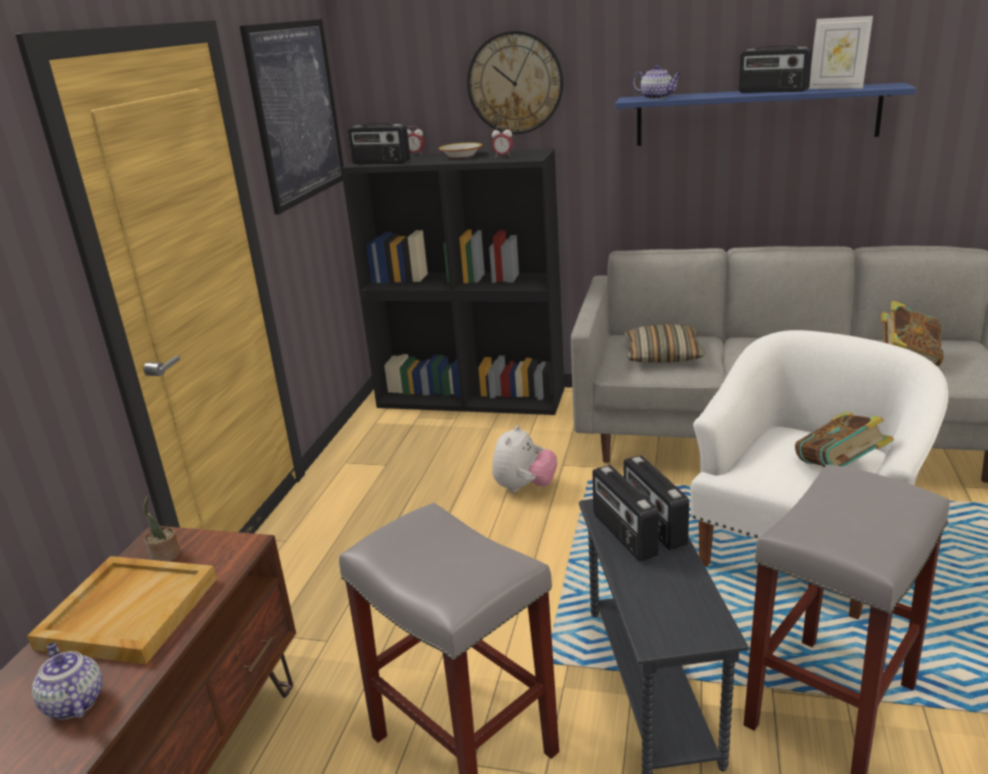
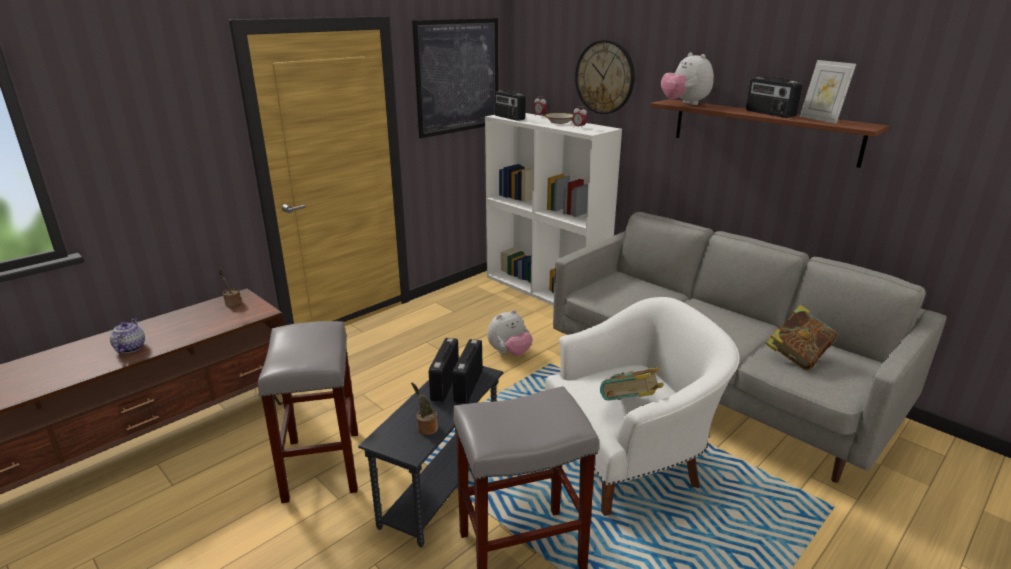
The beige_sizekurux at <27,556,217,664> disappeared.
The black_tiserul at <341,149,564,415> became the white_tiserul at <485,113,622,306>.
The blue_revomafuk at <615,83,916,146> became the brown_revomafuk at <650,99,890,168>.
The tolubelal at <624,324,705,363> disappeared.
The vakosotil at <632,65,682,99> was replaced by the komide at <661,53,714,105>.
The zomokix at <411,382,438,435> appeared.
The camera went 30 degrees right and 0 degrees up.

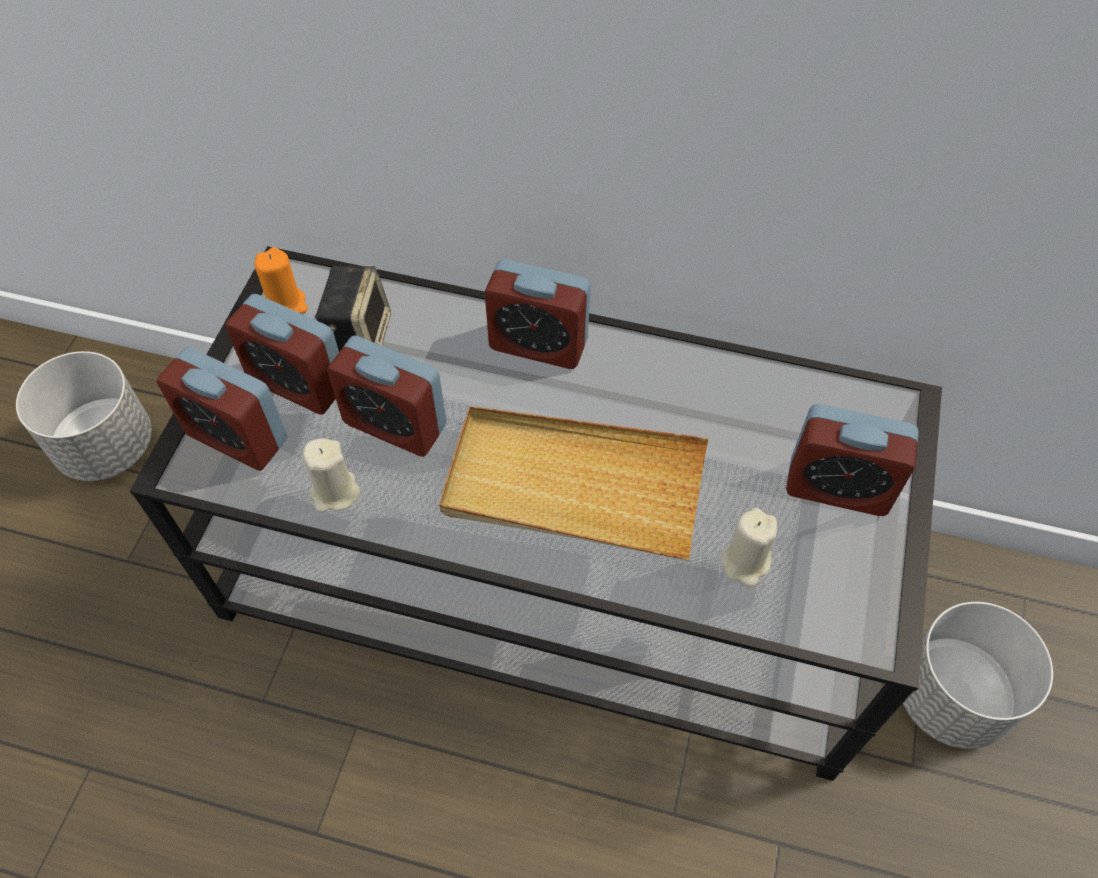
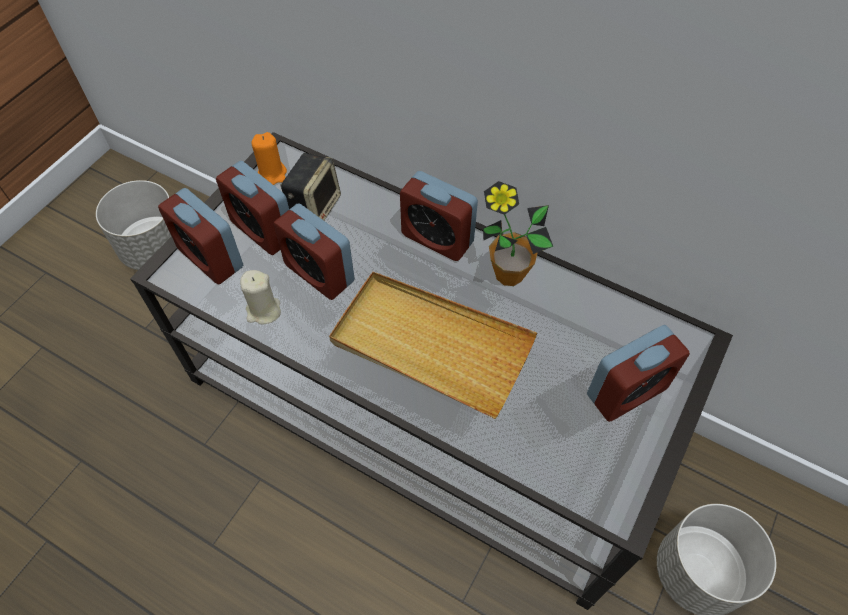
The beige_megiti at <721,508,777,587> disappeared.
The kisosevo at <786,404,919,516> turned 60 degrees counterclockwise.
The zomokix at <483,181,553,286> appeared.
The camera went 15 degrees right and 0 degrees up.

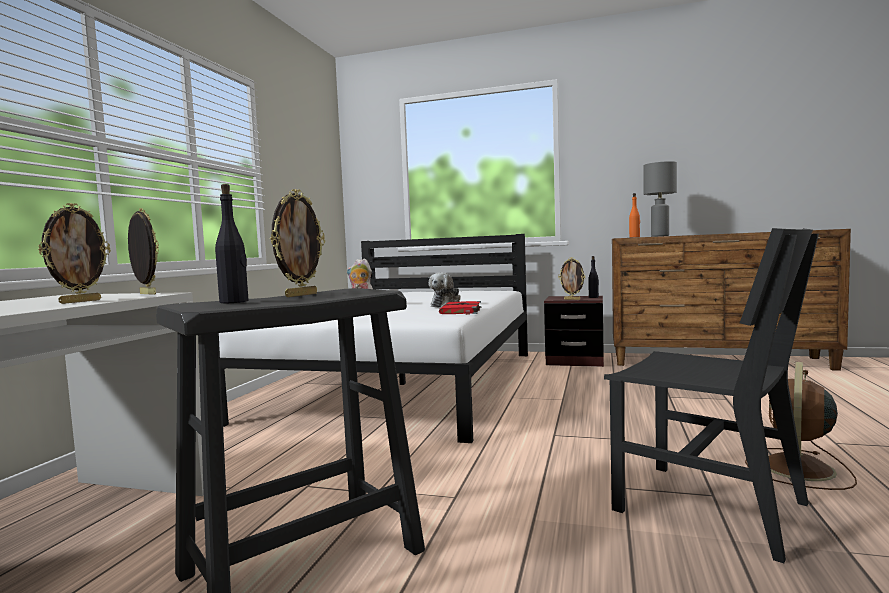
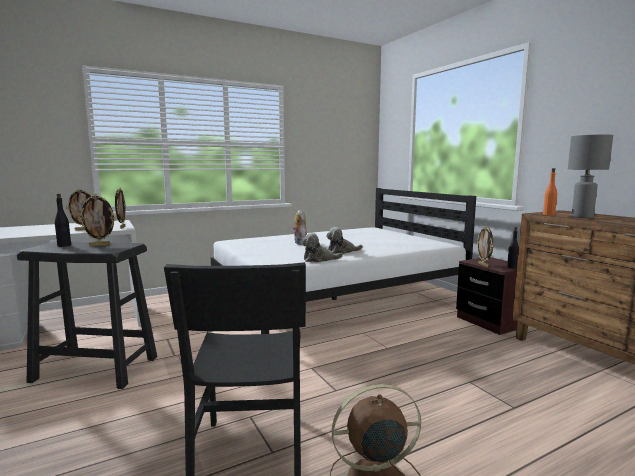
The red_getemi at <439,301,481,315> was replaced by the komide at <301,233,343,262>.
The camera went 45 degrees right and 5 degrees up.

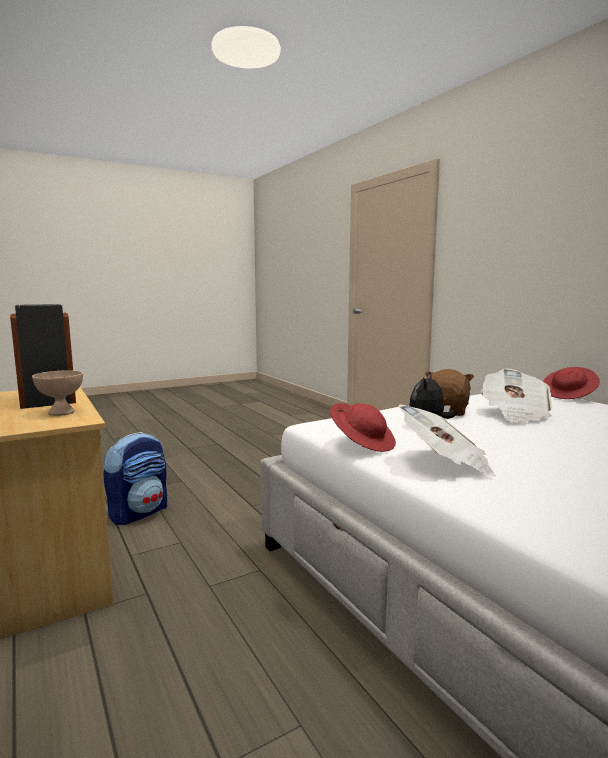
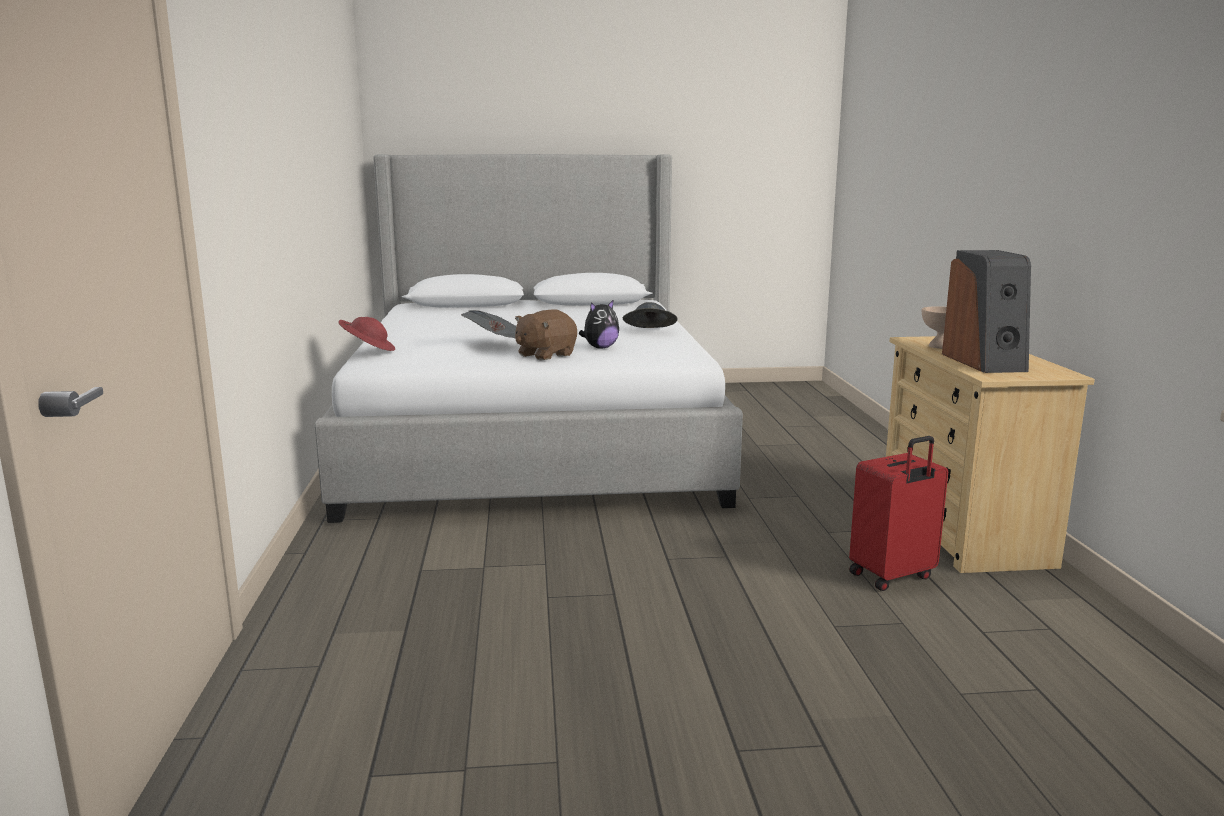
The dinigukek at <103,432,167,525> was replaced by the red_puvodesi at <849,436,948,591>.
The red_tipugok at <330,403,396,452> disappeared.
The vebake at <399,404,495,476> was replaced by the grey_tipugok at <622,302,677,328>.
The camera went 155 degrees left and 5 degrees up.

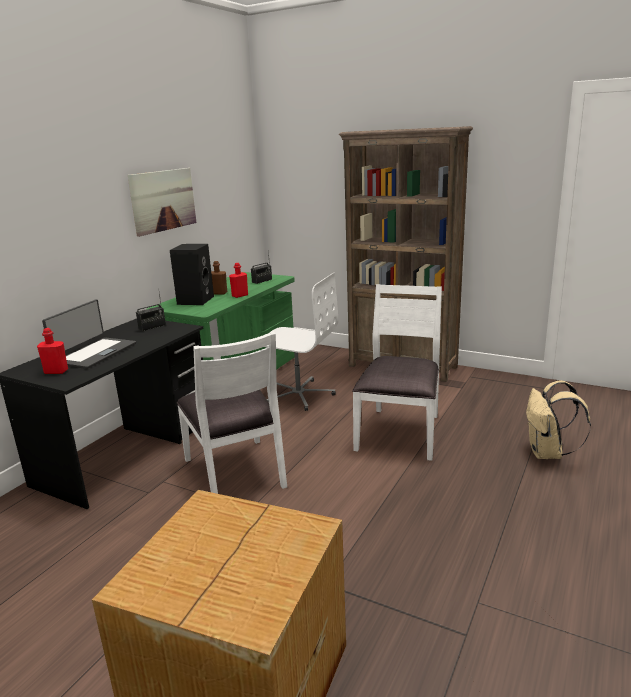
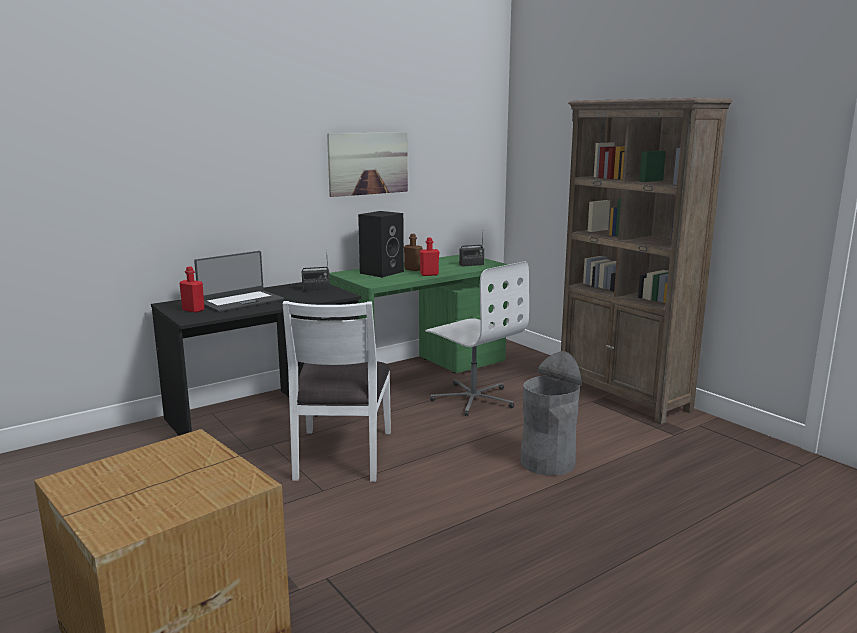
The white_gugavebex at <352,284,442,461> was replaced by the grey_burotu at <520,351,582,476>.
The beige_dinigukek at <526,380,591,459> disappeared.
The camera went 25 degrees right and 5 degrees down.

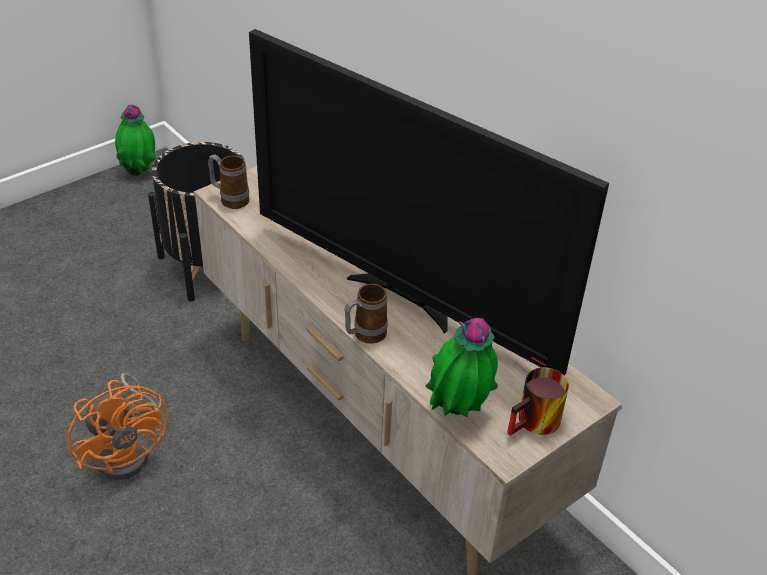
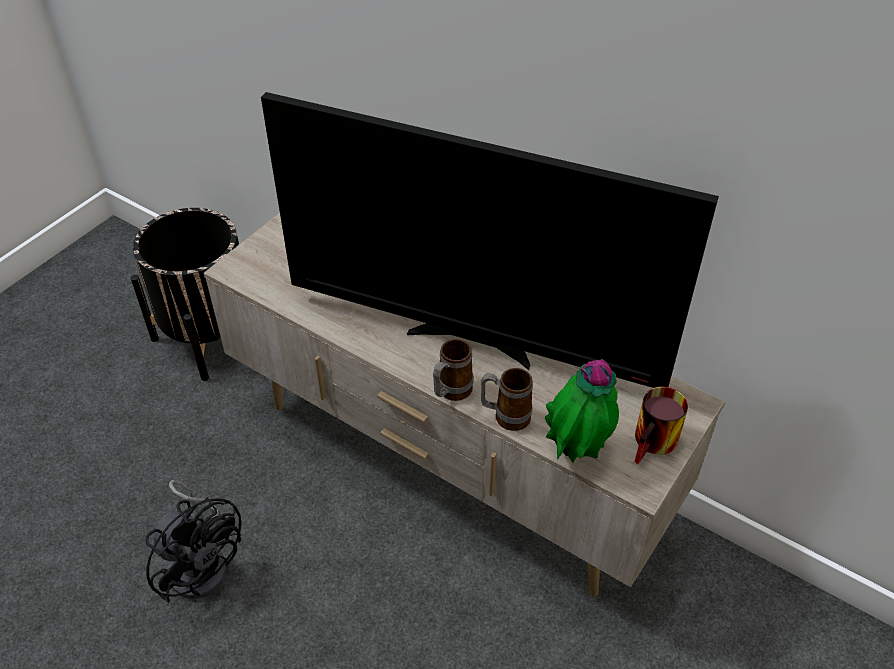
The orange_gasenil at <67,373,167,480> became the black_gasenil at <145,480,242,603>.
The zomokix at <115,105,156,176> disappeared.
The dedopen moved from <208,155,249,209> to <481,368,533,431>.
The camera went 15 degrees left and 5 degrees up.

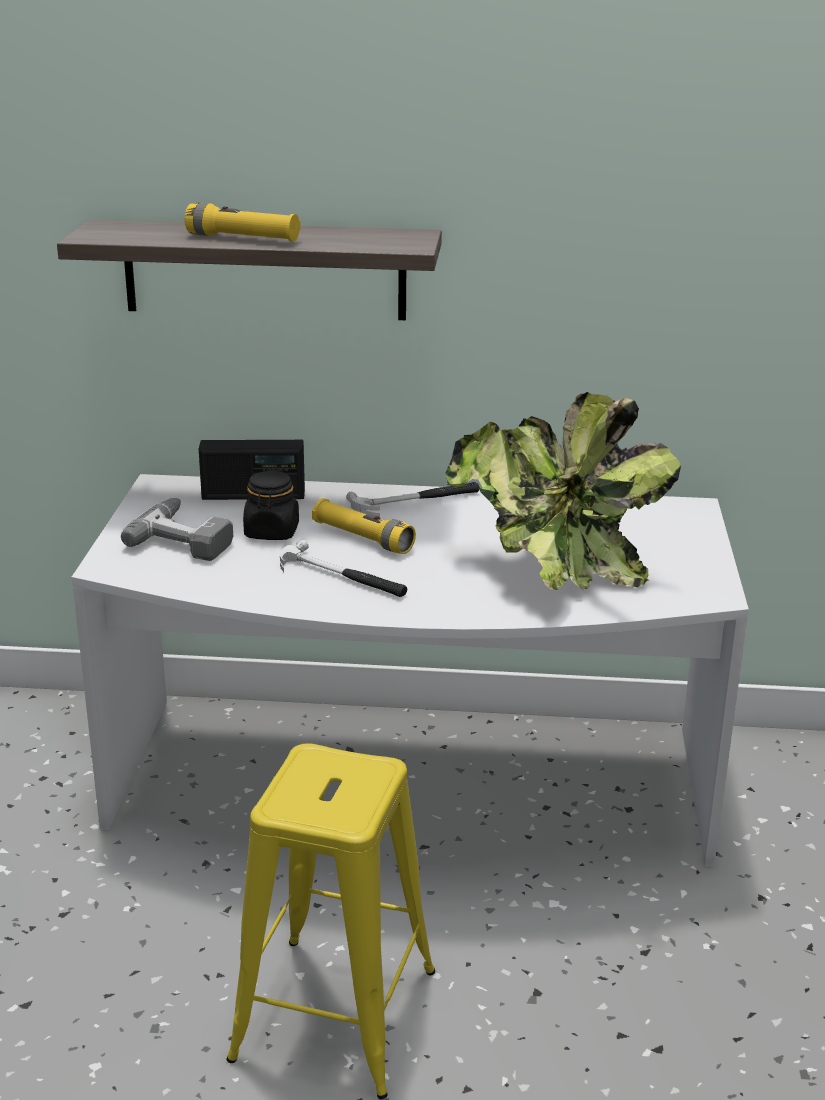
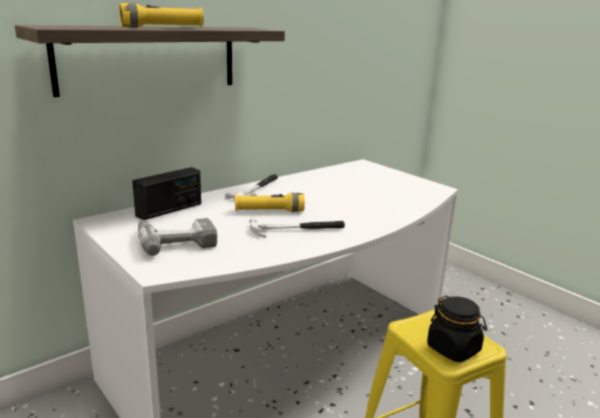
The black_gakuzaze moved from <243,470,299,540> to <427,296,487,362>.
The zomokix at <445,392,681,590> disappeared.
The camera went 45 degrees left and 5 degrees down.

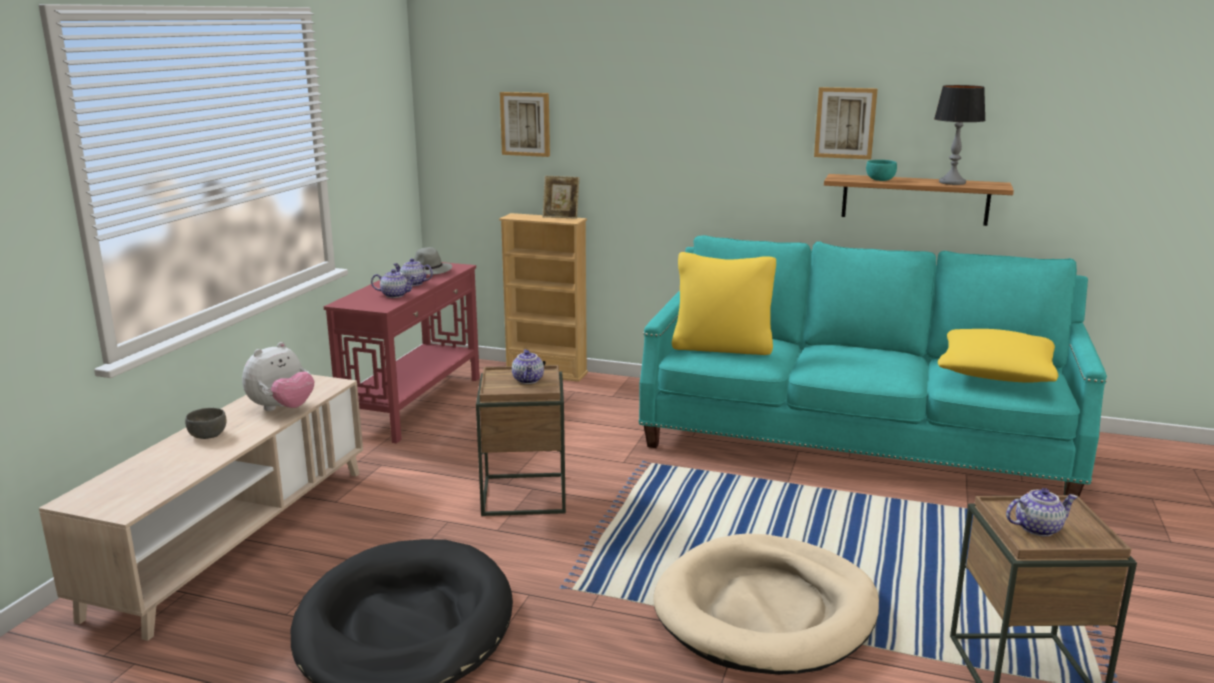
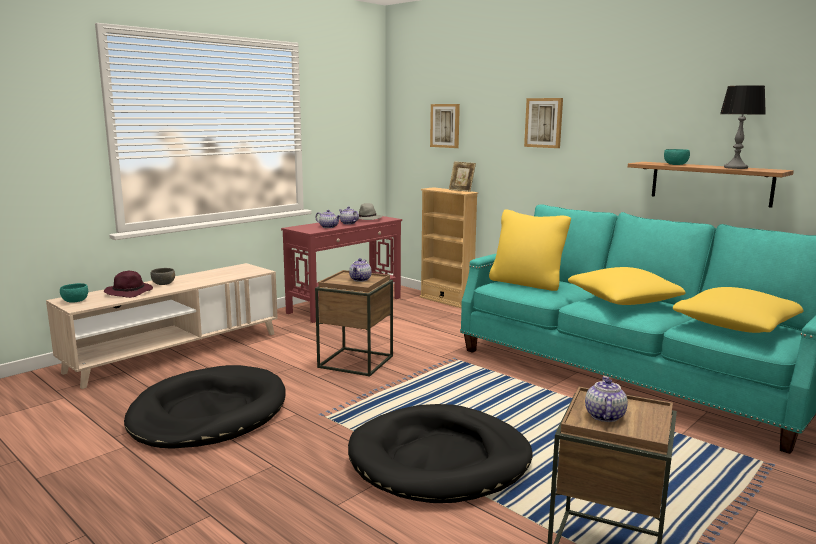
The komide at <242,342,314,411> disappeared.
The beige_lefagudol at <653,533,879,675> became the black_lefagudol at <348,404,533,503>.
The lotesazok moved from <814,87,878,159> to <524,98,563,148>.
The vakosotil at <1006,488,1078,536> turned 90 degrees counterclockwise.
The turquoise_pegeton at <60,283,88,303> appeared.
The purple_tipugok at <104,271,153,298> appeared.
The yellow_tolubelal at <568,267,685,305> appeared.
The camera went 25 degrees right and 5 degrees down.

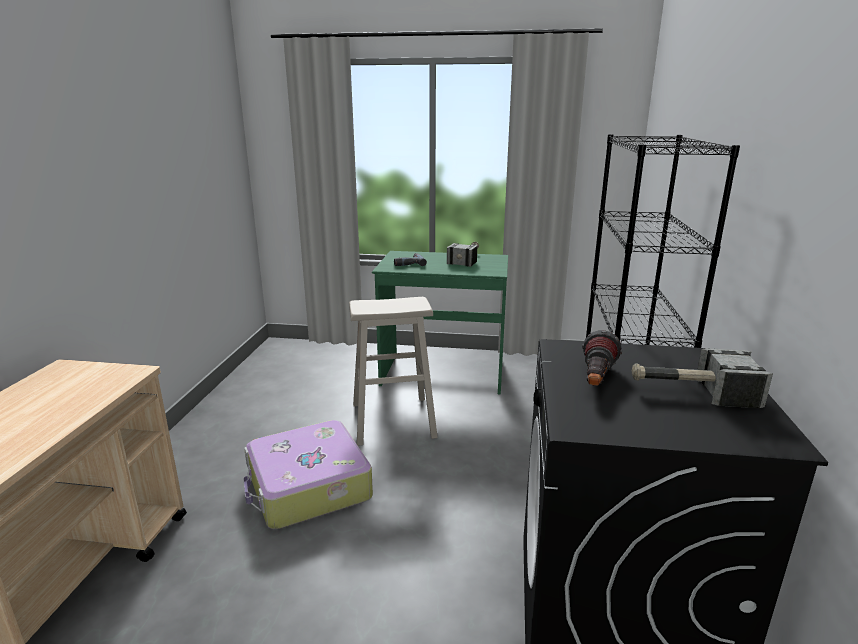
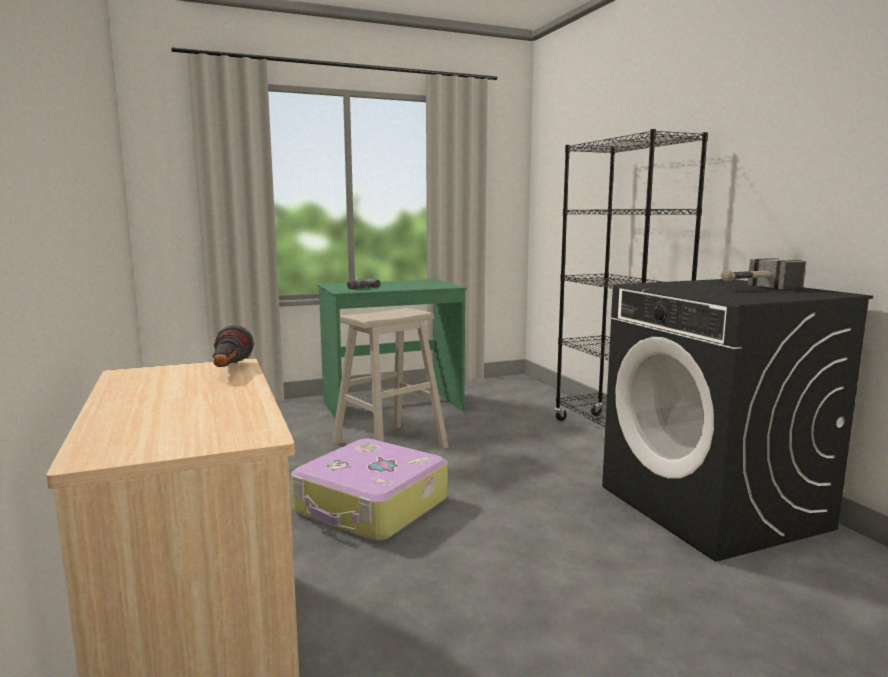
The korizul at <447,242,479,267> disappeared.
The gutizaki moved from <582,330,622,386> to <213,325,254,367>.
The camera went 30 degrees left and 10 degrees down.

